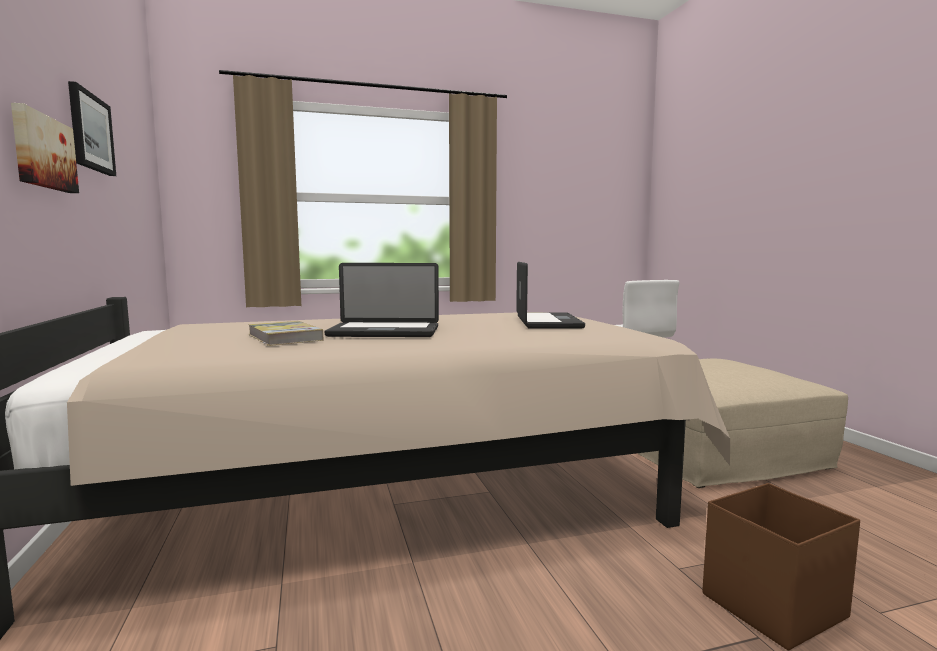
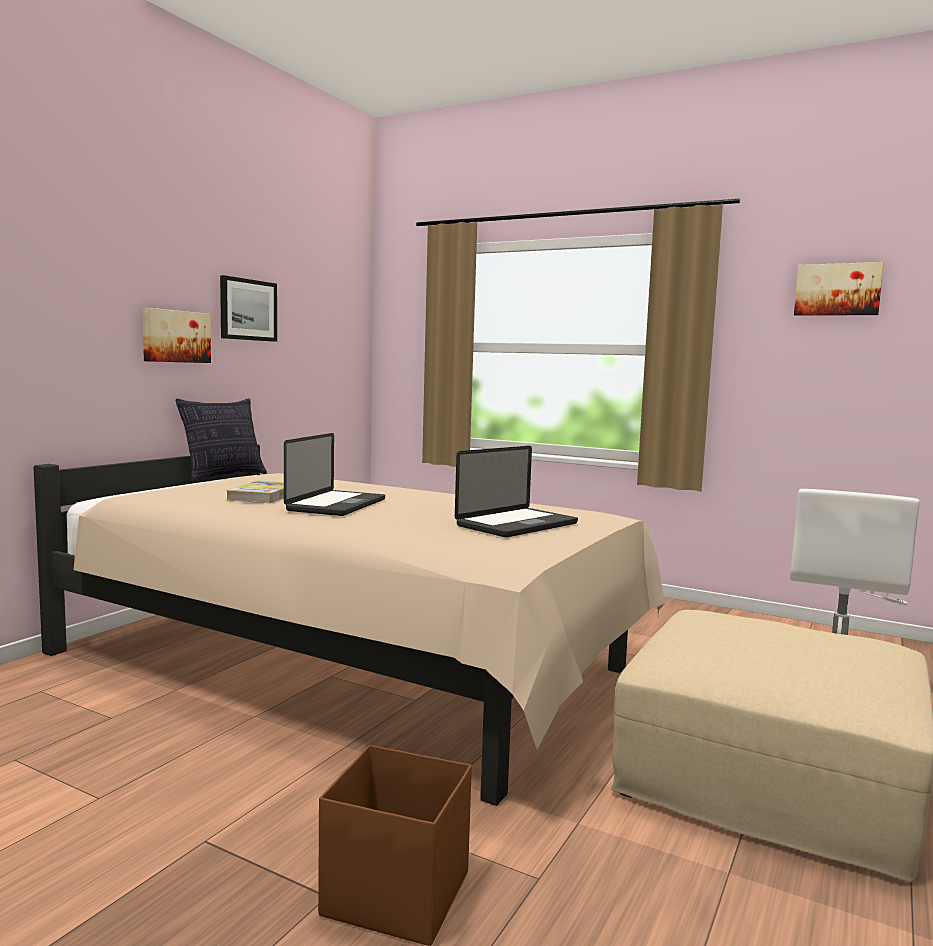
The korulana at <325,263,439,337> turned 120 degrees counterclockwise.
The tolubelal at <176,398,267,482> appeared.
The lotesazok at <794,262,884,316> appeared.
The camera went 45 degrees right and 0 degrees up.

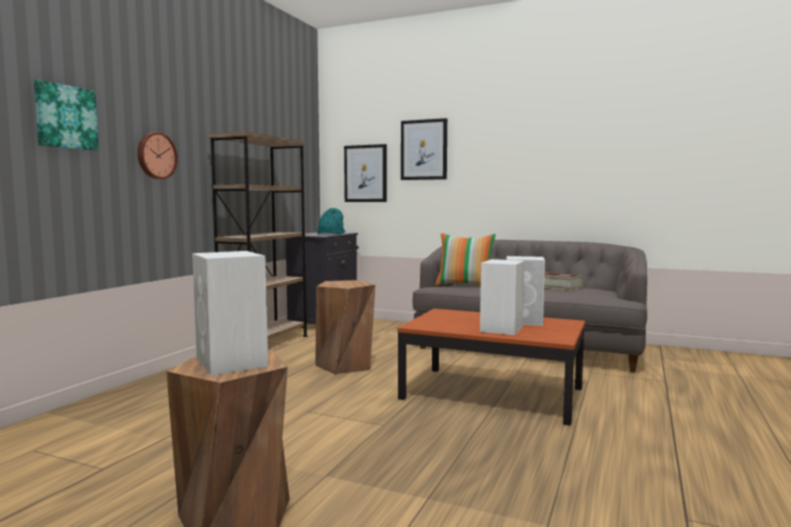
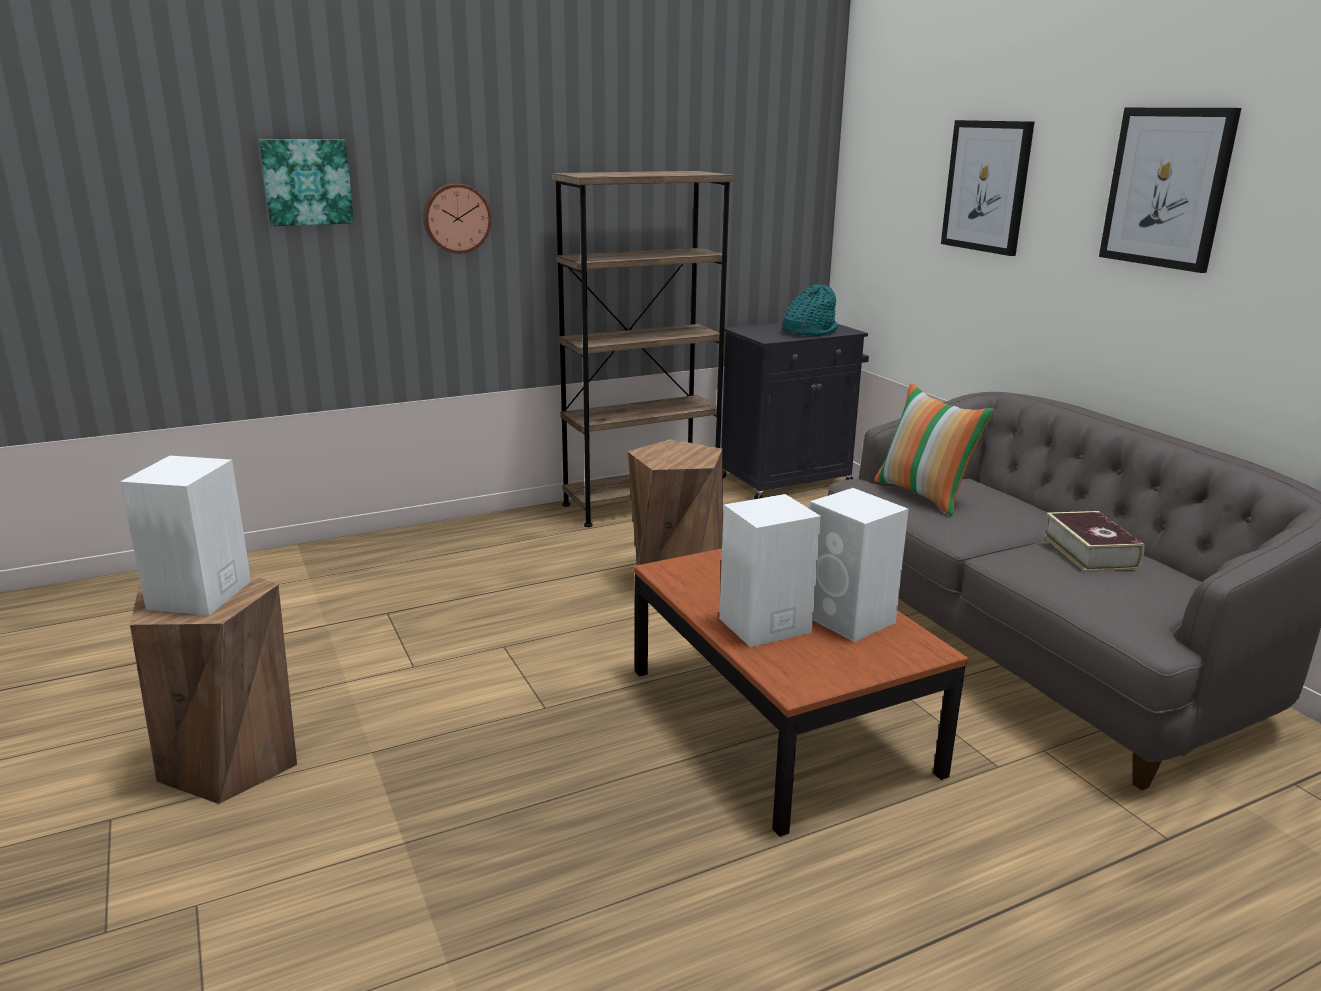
The lotesazok moved from <344,144,387,202> to <1099,108,1241,273>.
The camera went 40 degrees right and 15 degrees up.

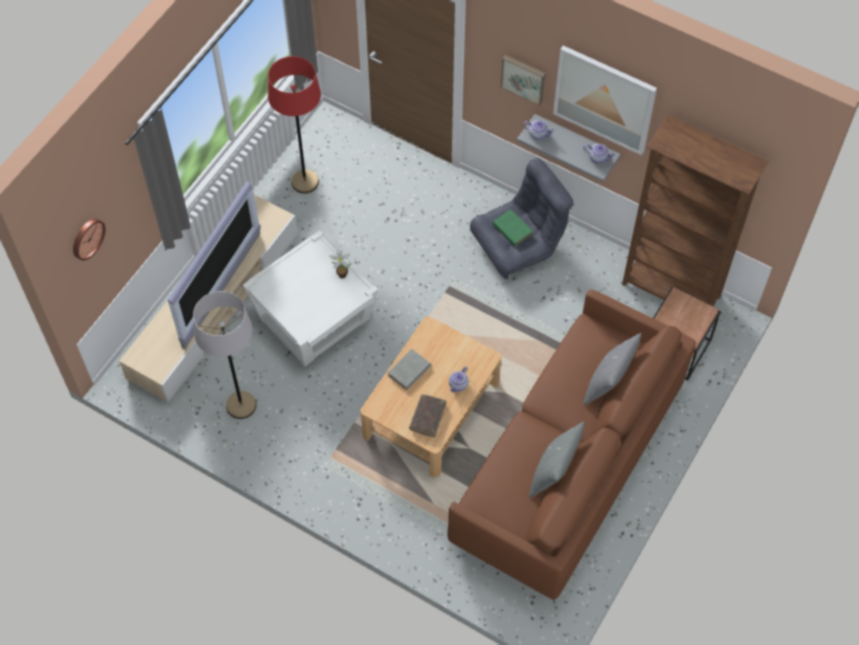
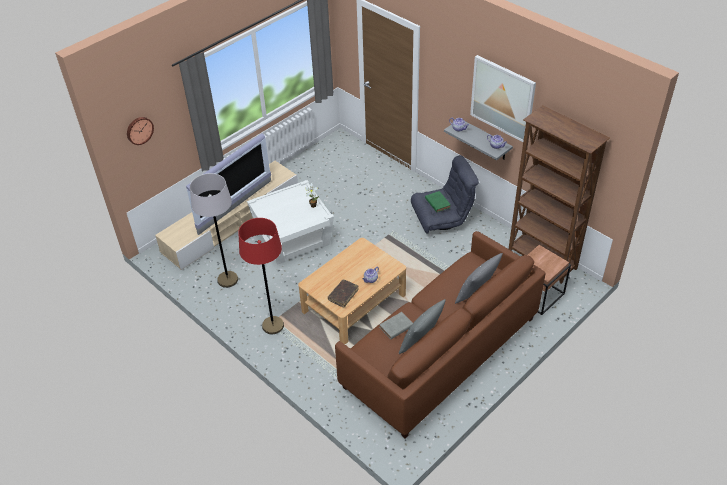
The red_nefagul moved from <268,56,321,194> to <238,218,284,334>.
The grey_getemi moved from <387,349,431,390> to <379,312,413,339>.
The lotesazok at <501,55,545,106> disappeared.
The camera went 15 degrees right and 15 degrees down.

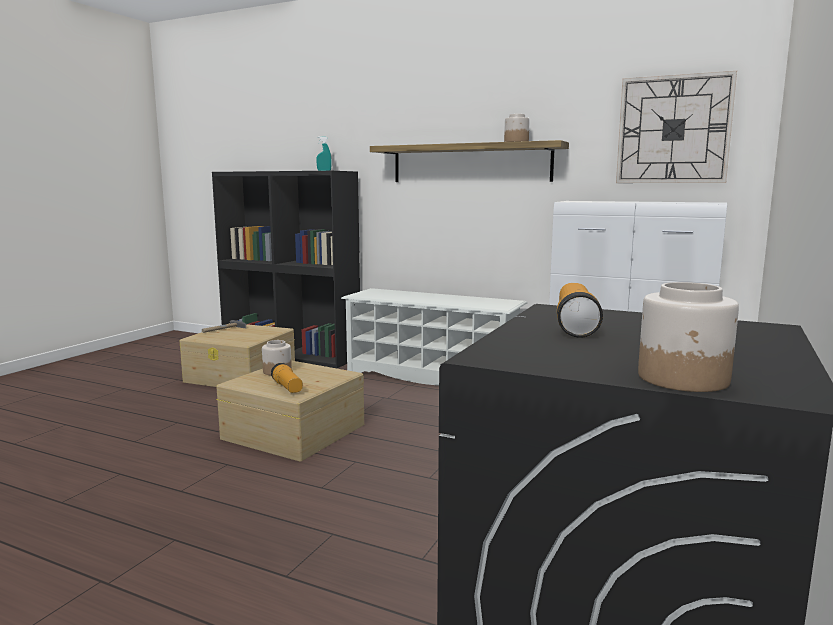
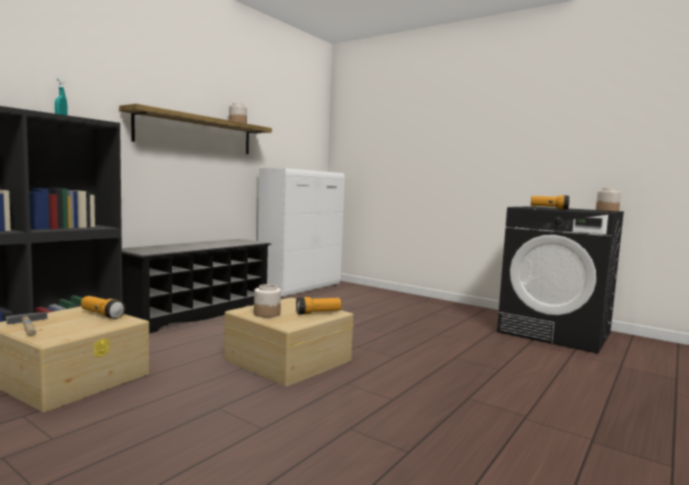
The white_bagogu at <341,288,528,386> became the black_bagogu at <122,239,271,334>.
The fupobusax at <616,71,737,183> disappeared.
The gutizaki at <81,296,125,319> appeared.
The camera went 80 degrees left and 5 degrees down.

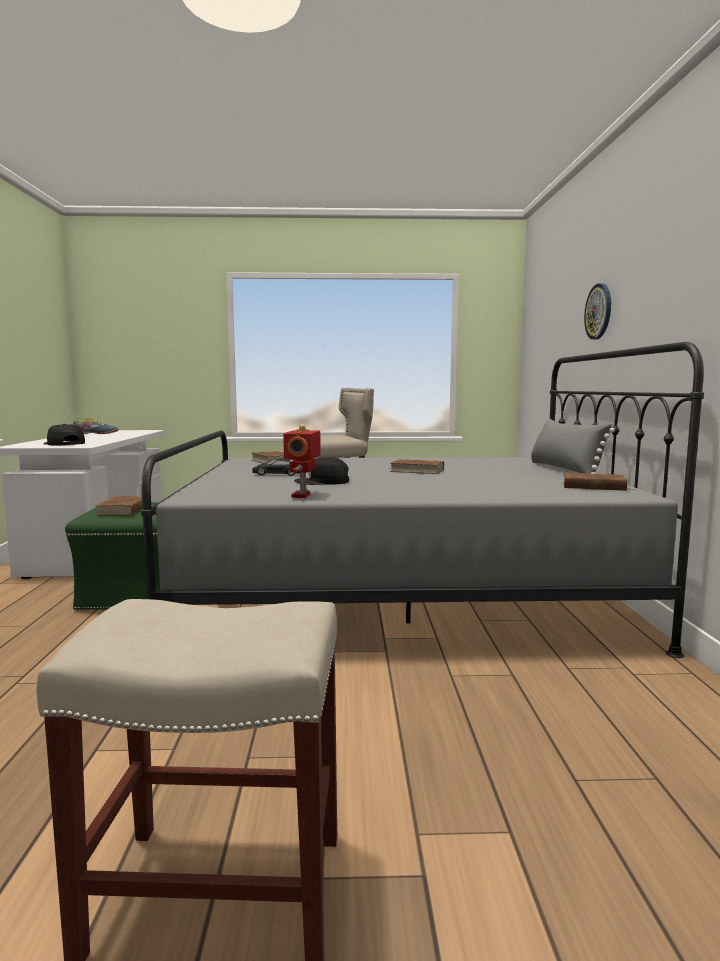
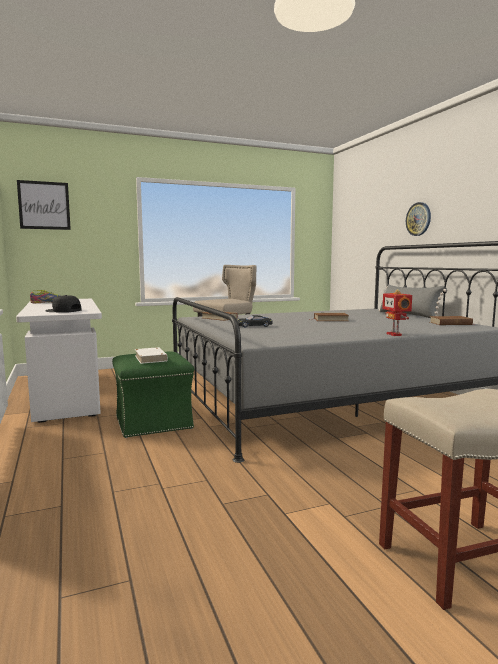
The brown_getemi at <95,496,142,516> became the white_getemi at <135,347,168,364>.
The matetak moved from <283,424,321,498> to <382,289,412,336>.
The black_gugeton at <294,457,349,485> disappeared.
The lotesazok at <17,180,71,230> appeared.
The camera went 20 degrees left and 0 degrees up.

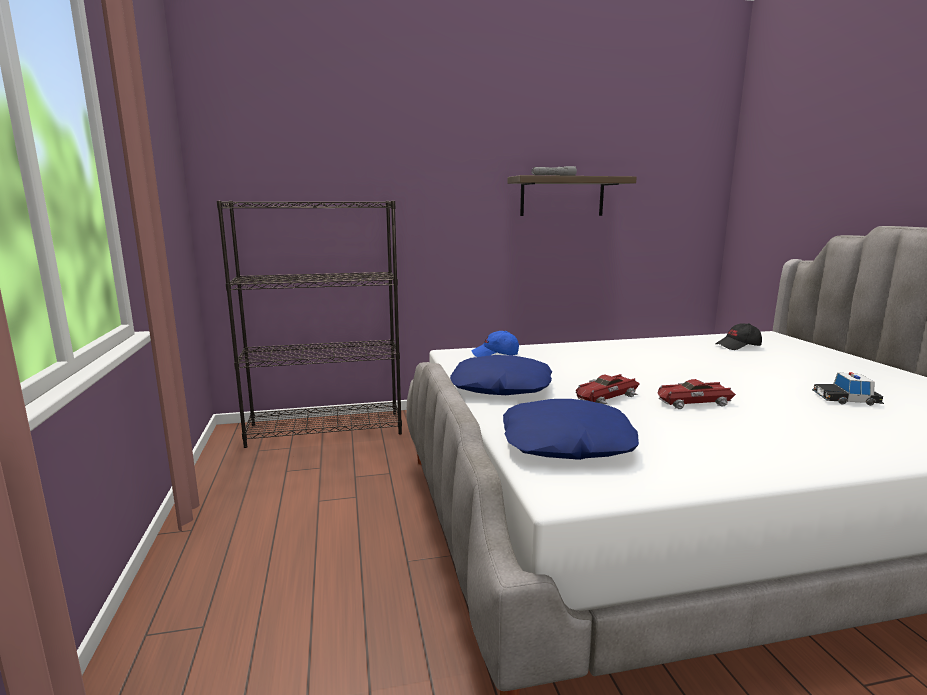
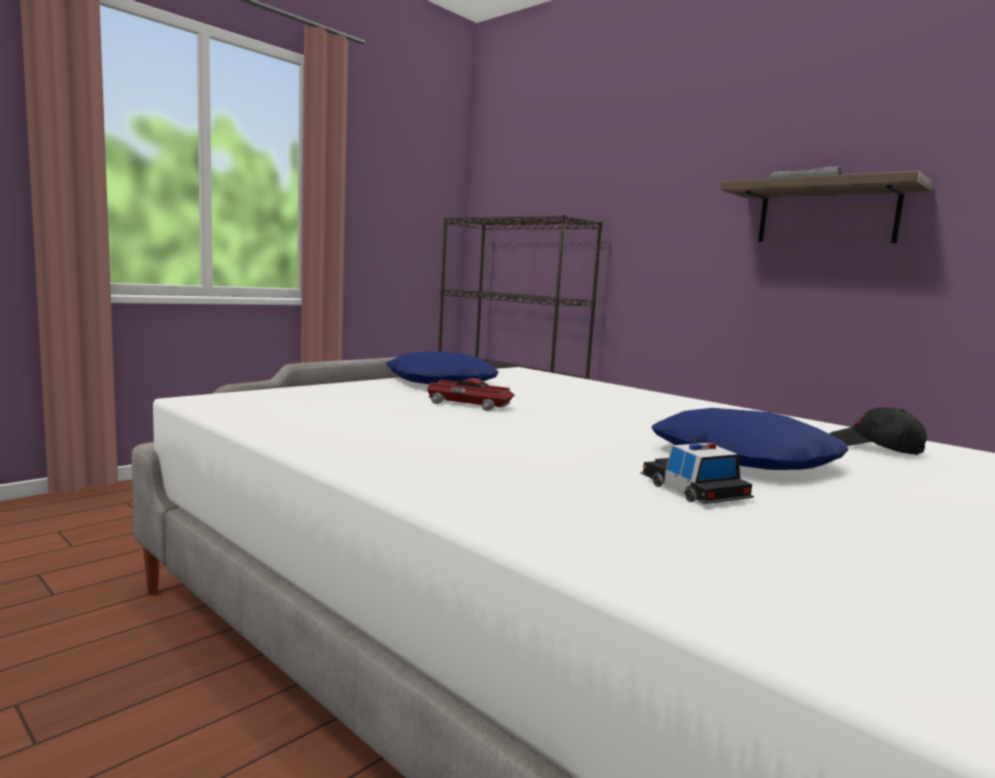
The blue_gugeton at <471,331,519,357> disappeared.
The blue_tolubelal moved from <503,399,639,460> to <652,408,848,470>.
The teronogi at <658,379,736,409> disappeared.
The camera went 55 degrees right and 5 degrees down.

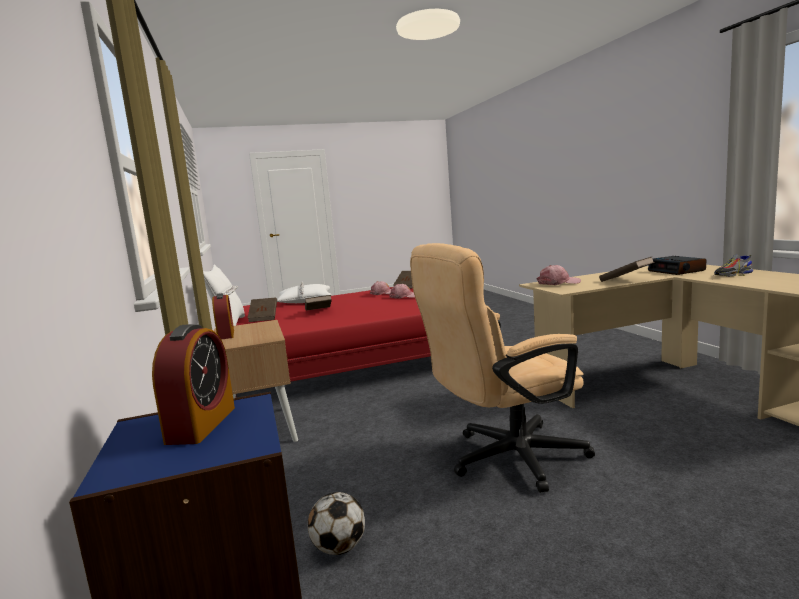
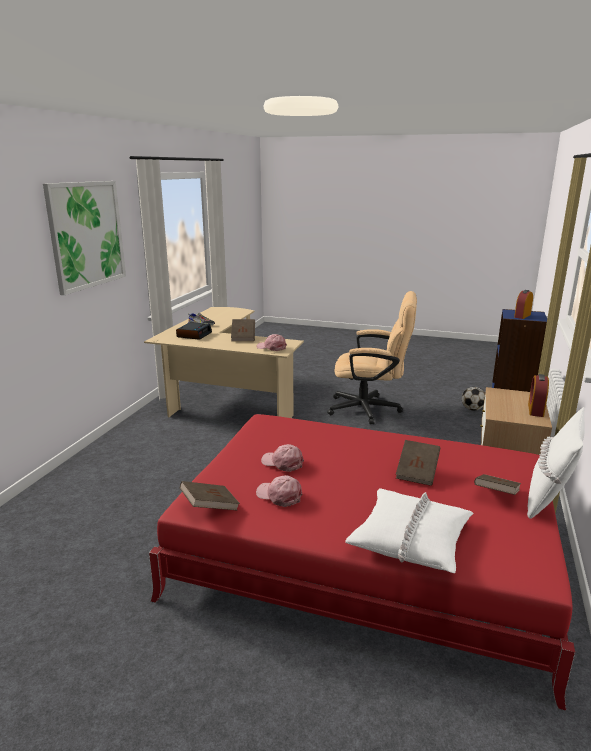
The lotesazok at <43,181,126,295> appeared.
The camera went 145 degrees left and 10 degrees up.

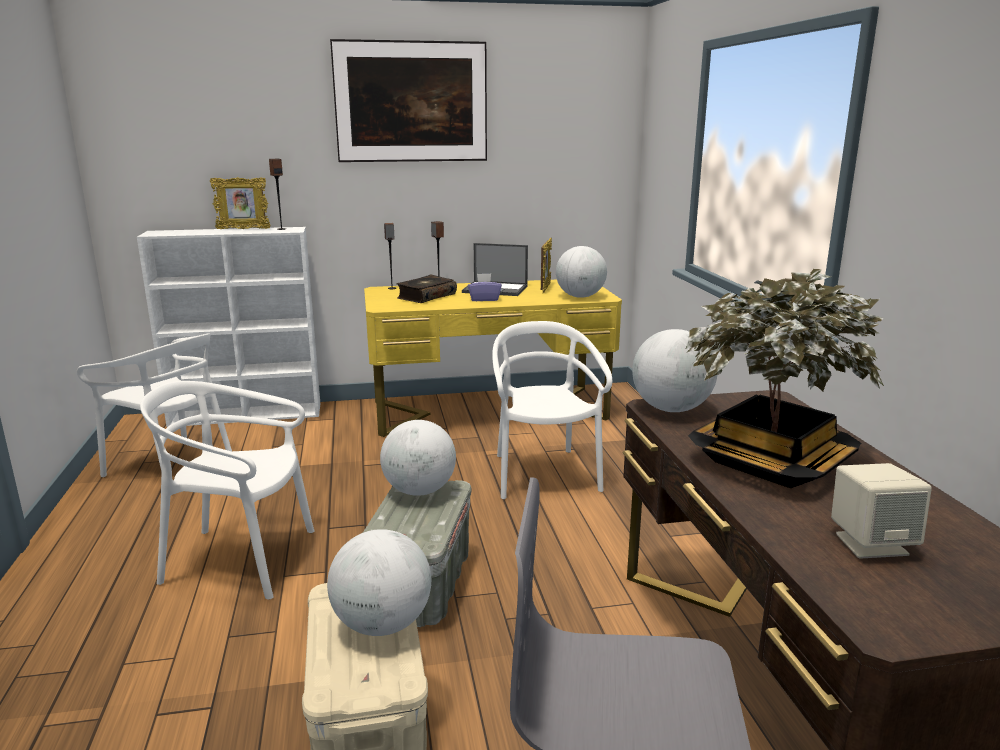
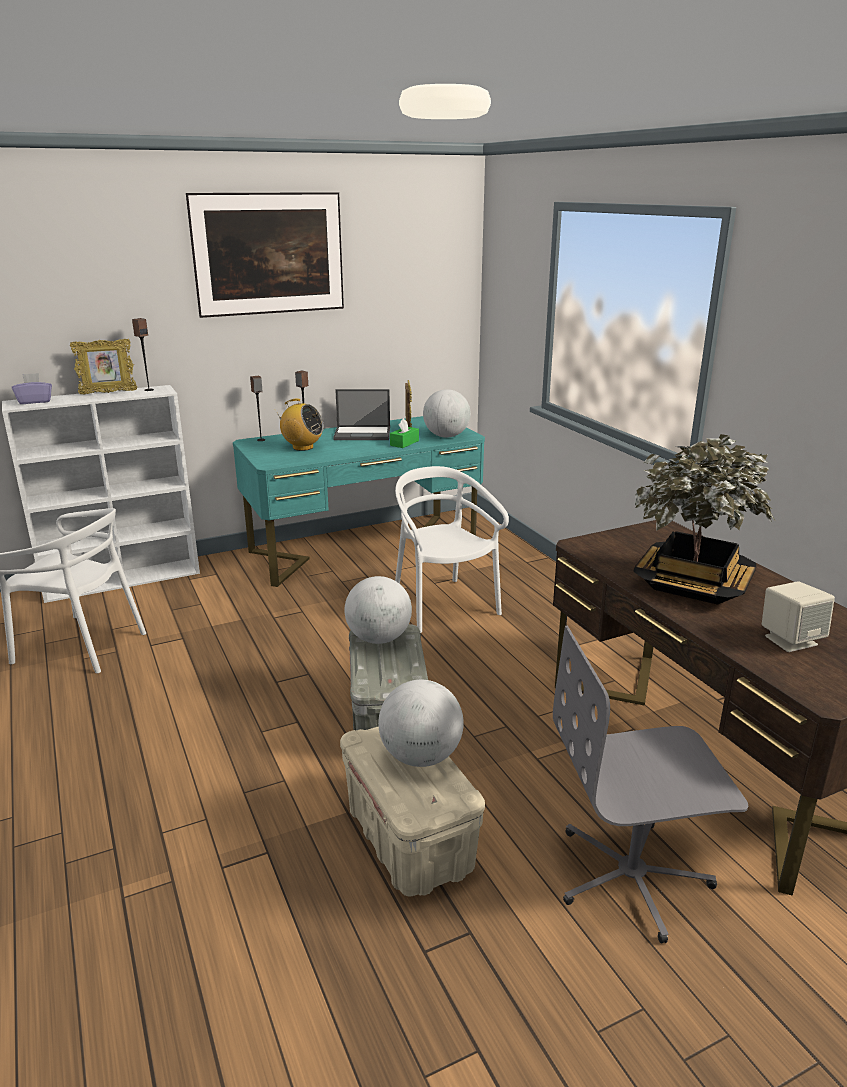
The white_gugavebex at <140,381,315,599> disappeared.
The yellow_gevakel at <364,280,622,437> became the turquoise_gevakel at <233,416,485,587>.
The getemi at <396,275,457,303> was replaced by the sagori at <275,399,324,451>.
The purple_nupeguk moved from <468,274,502,301> to <12,373,52,404>.
The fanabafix at <632,329,717,412> disappeared.
The green_nupeguk at <390,418,419,448> appeared.
The camera went 15 degrees left and 5 degrees up.

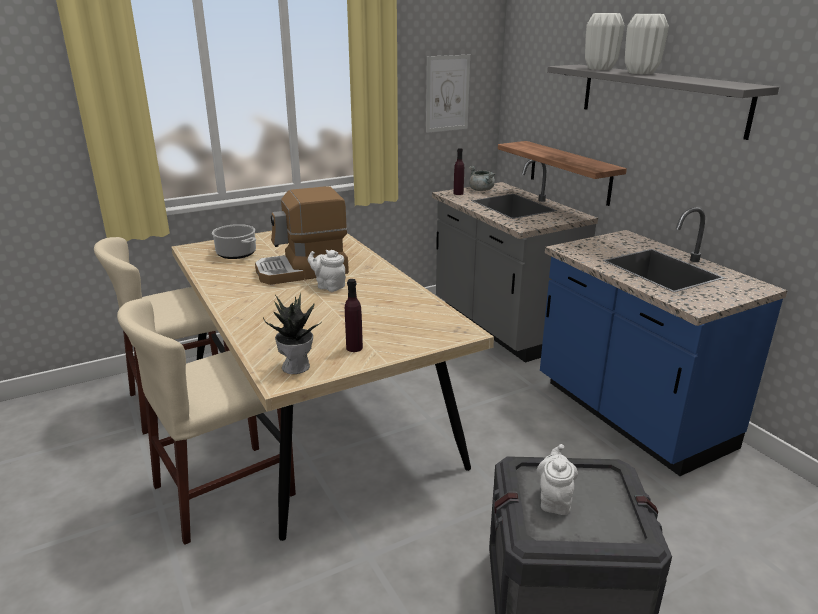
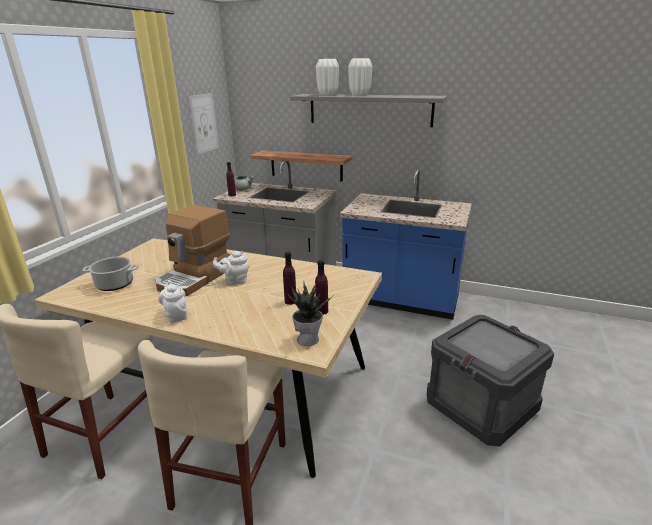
The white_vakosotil moved from <537,444,578,515> to <158,280,188,322>.
The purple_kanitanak at <283,252,296,305> appeared.
The camera went 40 degrees left and 0 degrees up.

